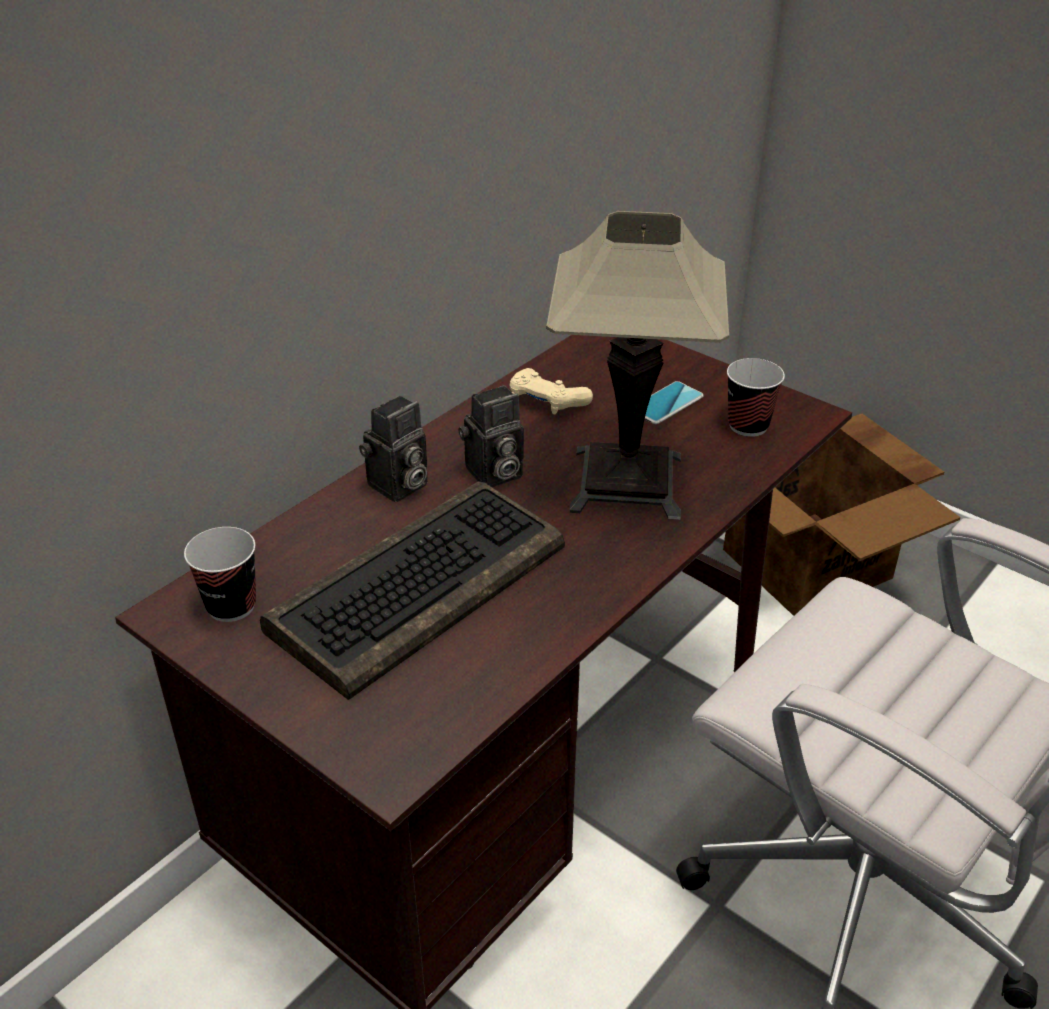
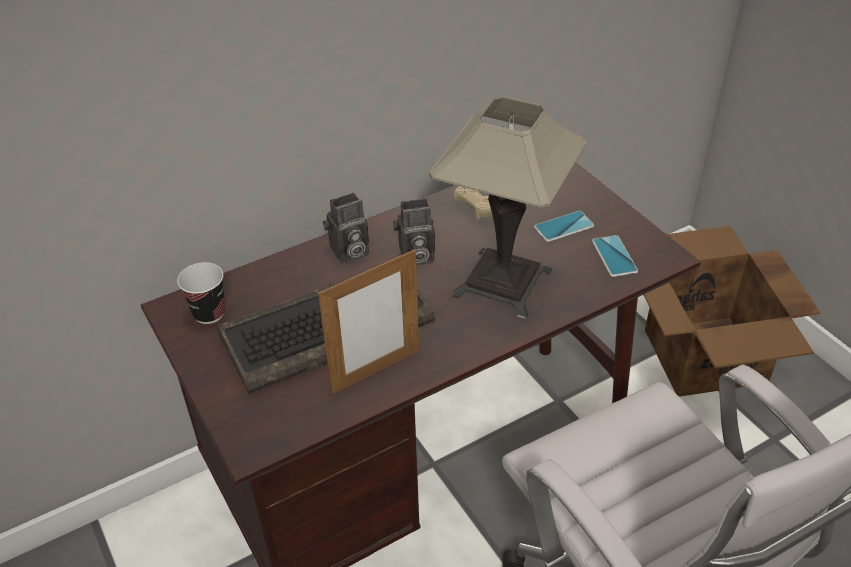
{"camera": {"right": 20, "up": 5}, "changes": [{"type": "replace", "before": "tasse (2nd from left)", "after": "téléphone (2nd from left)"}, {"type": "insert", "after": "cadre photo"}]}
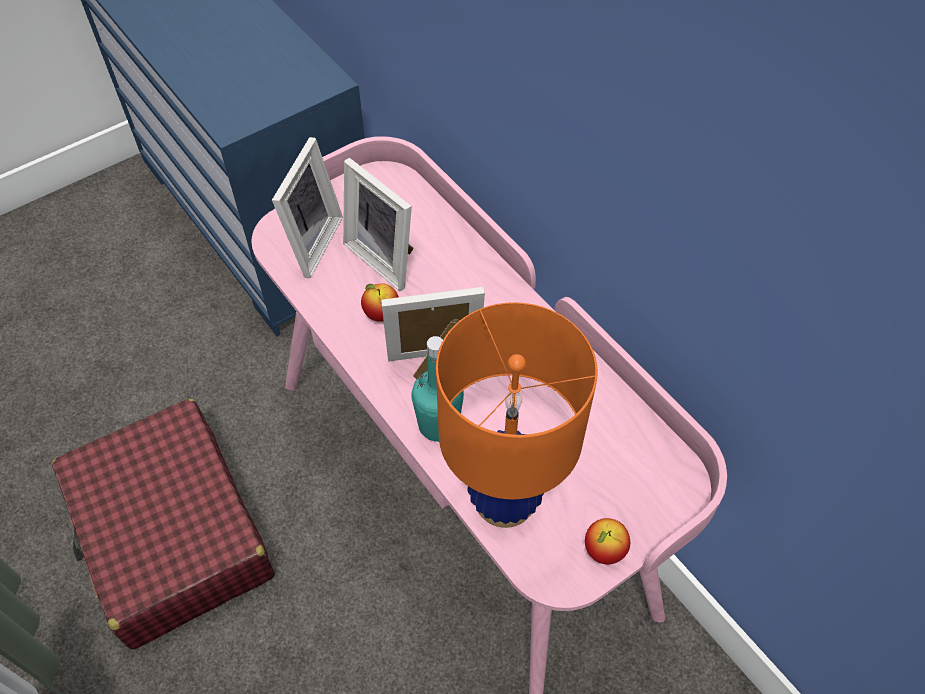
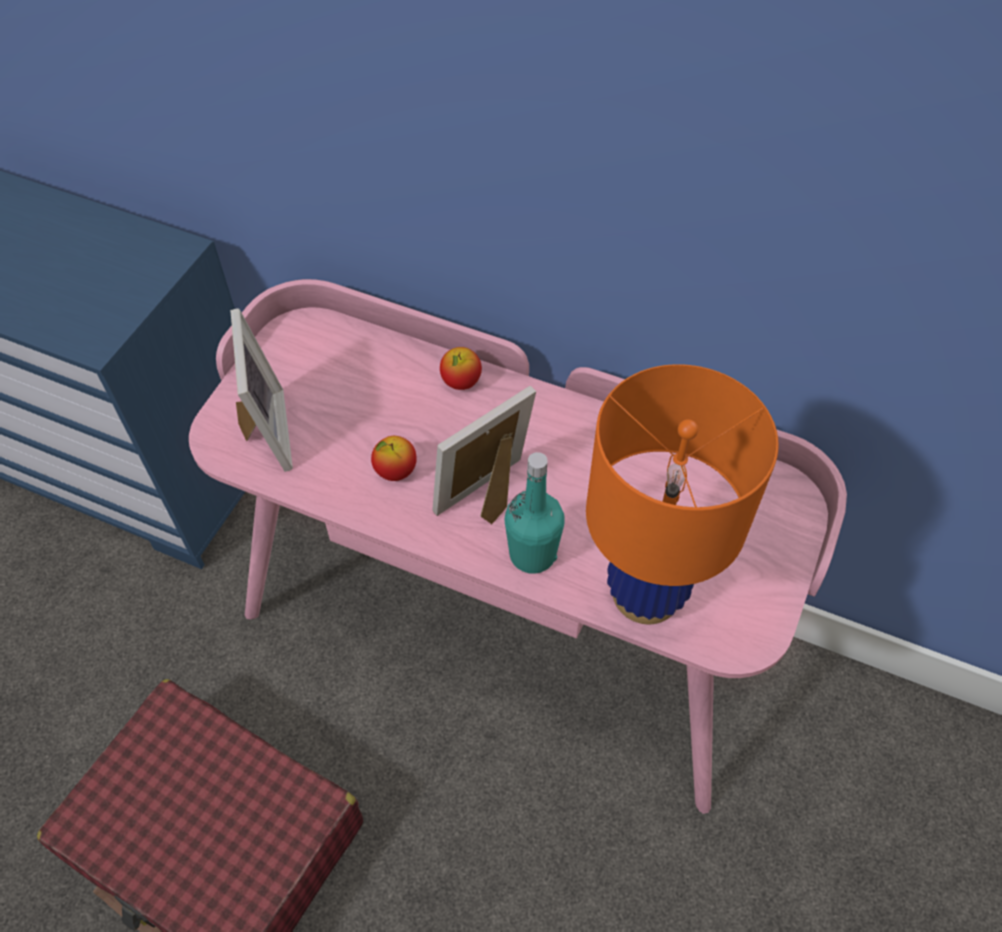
{"camera": {"right": -30, "up": 0}, "changes": [{"type": "delete", "before": "cadre photo (2nd from left)"}, {"type": "move", "before": "pomme (2nd from left)"}]}
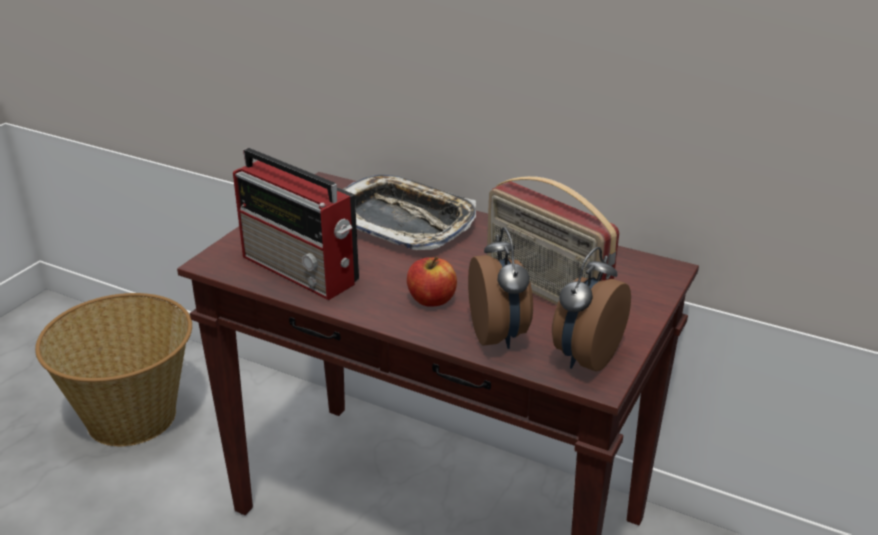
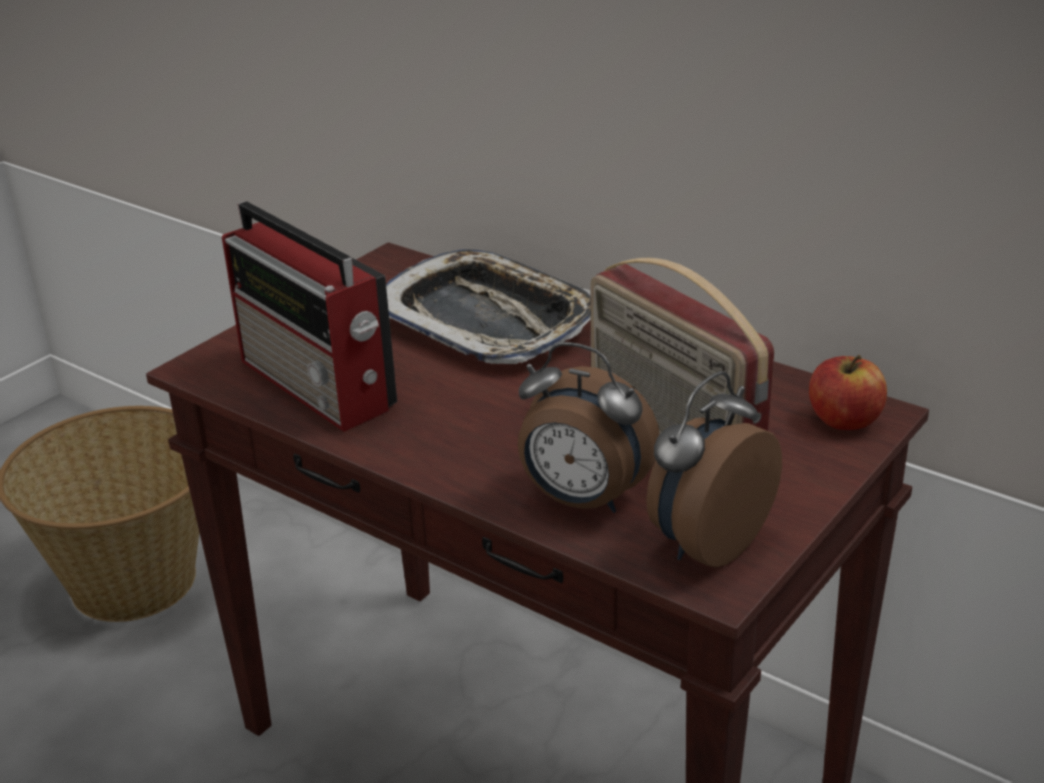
{"camera": {"right": 10, "up": 0}, "changes": [{"type": "move", "before": "pomme"}, {"type": "rotate", "before": "réveil (1st from left)", "turn": 120}]}
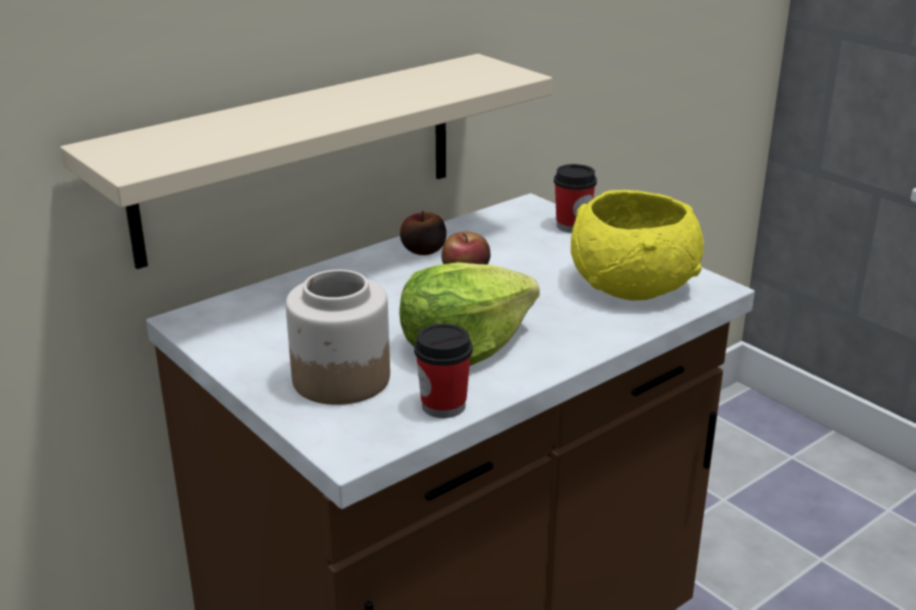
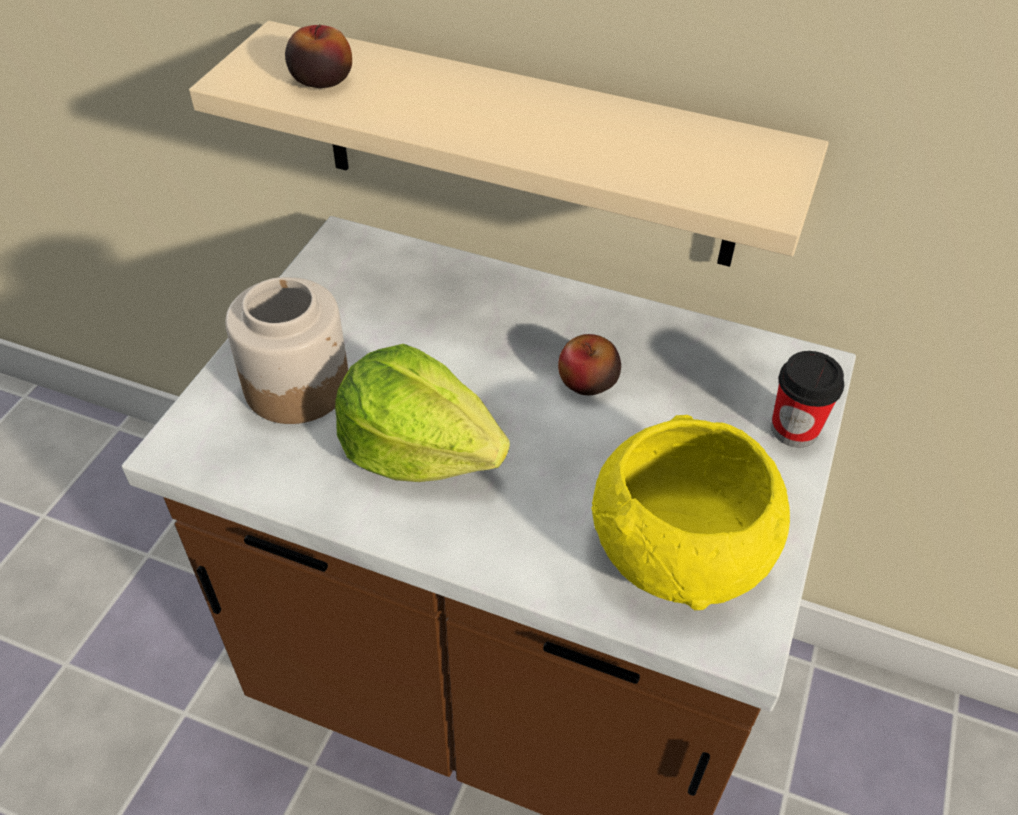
{"camera": {"right": 60, "up": 20}, "changes": [{"type": "move", "before": "pomme (1st from left)"}, {"type": "delete", "before": "tasse (1st from left)"}]}
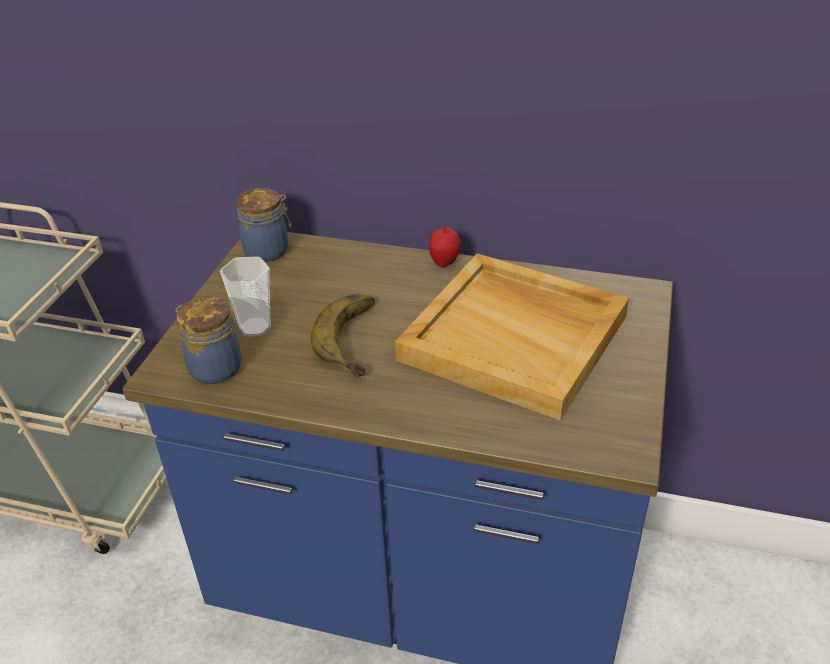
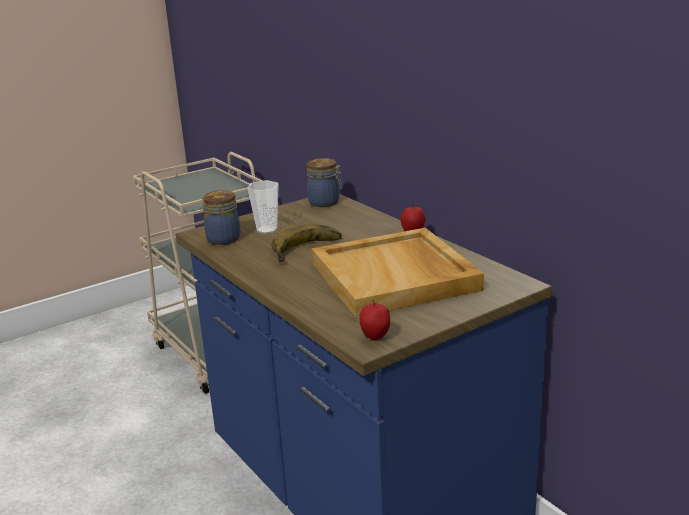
{"camera": {"right": 40, "up": -15}, "changes": [{"type": "insert", "after": "pomme (1st from left)"}]}
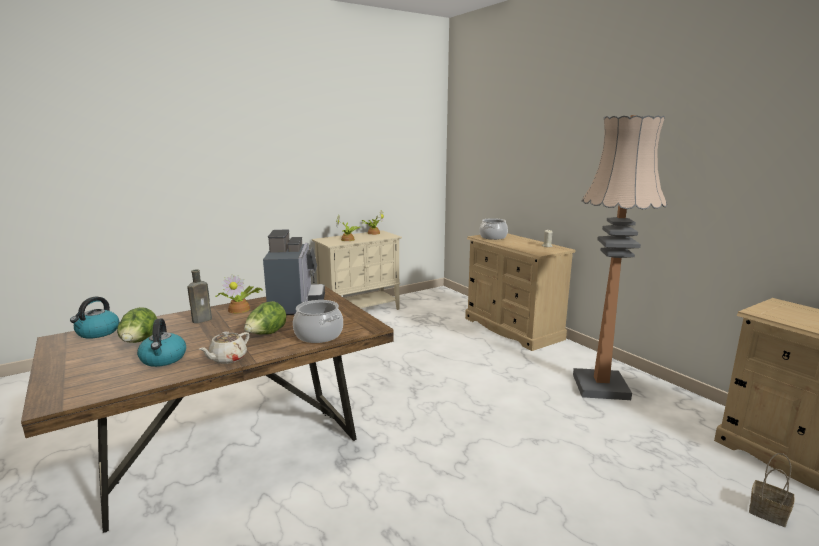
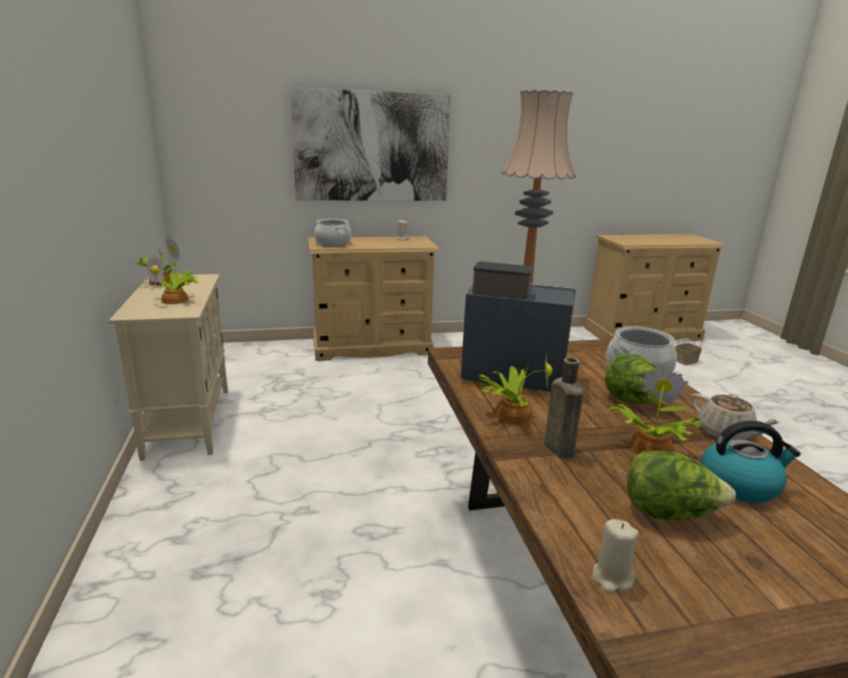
{"camera": {"right": -70, "up": 5}, "changes": [{"type": "replace", "before": "bouilloire (1st from left)", "after": "bougie/beige (2nd from left)"}, {"type": "insert", "after": "tableau"}, {"type": "insert", "after": "plante en pot (4th from left)"}]}
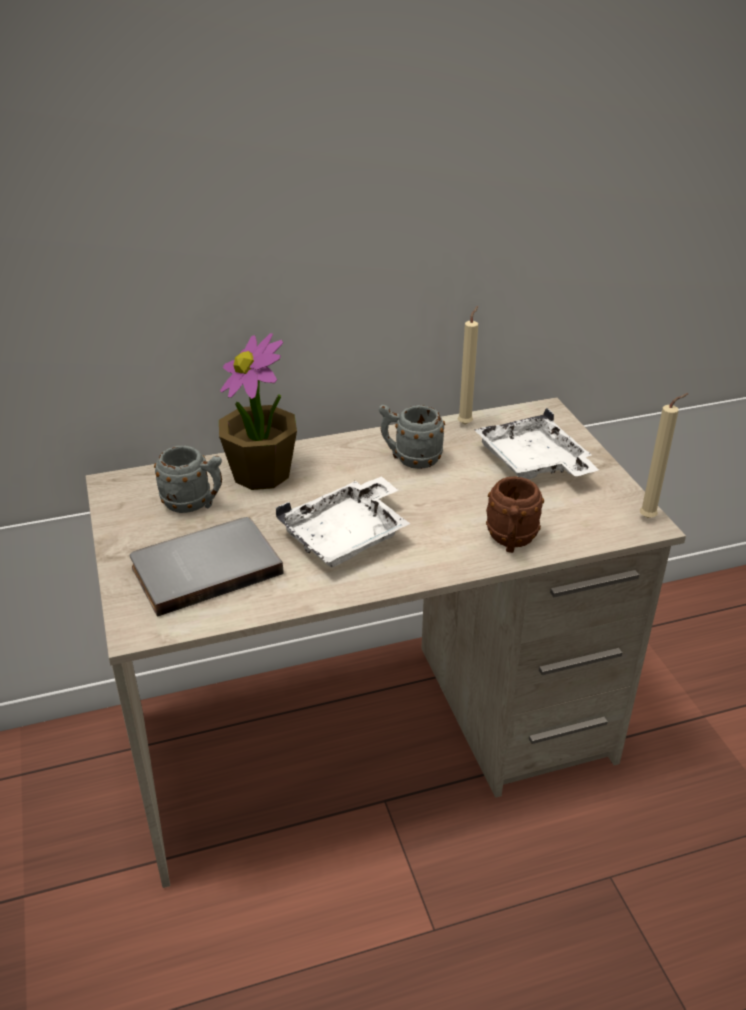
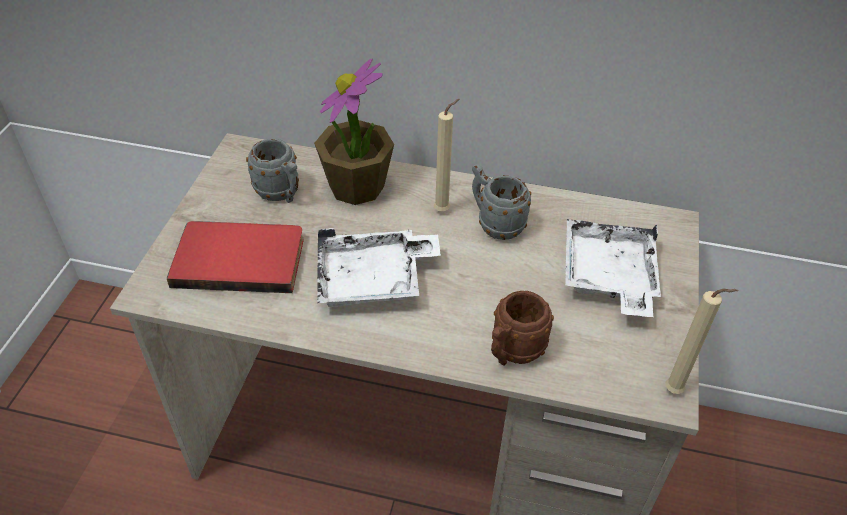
{"camera": {"right": 30, "up": 10}, "changes": [{"type": "recolor", "before": "livre/gris", "after": "livre/rouge"}, {"type": "move", "before": "bougie/beige (1st from left)"}]}
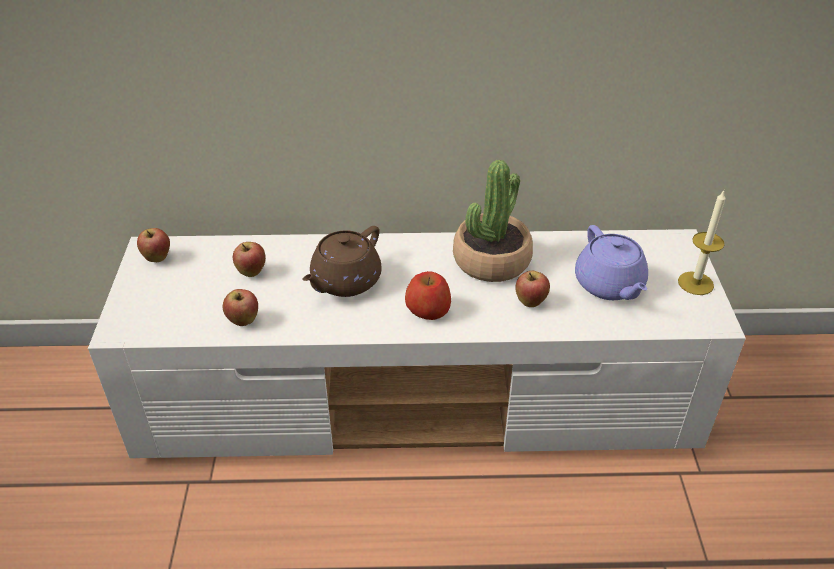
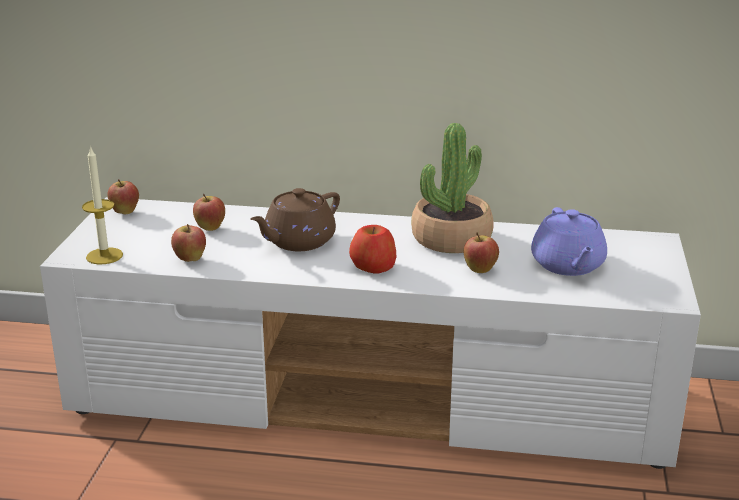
{"camera": {"right": 10, "up": -15}, "changes": [{"type": "move", "before": "bougie"}]}
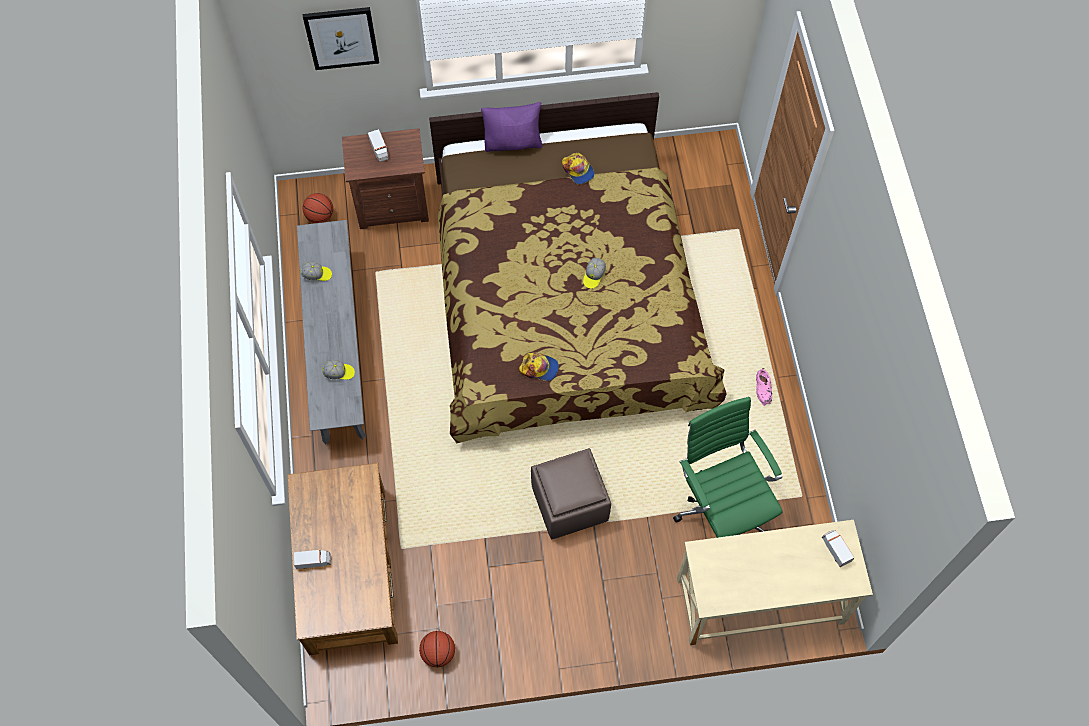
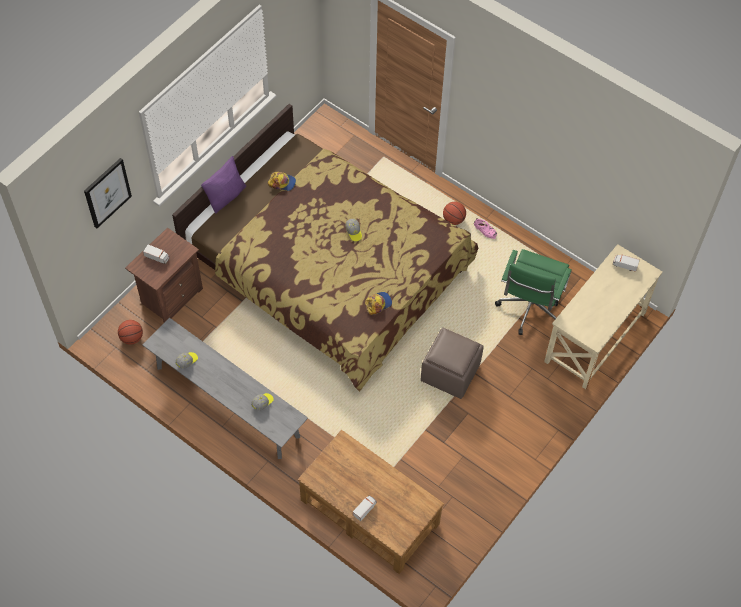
{"camera": {"right": -45, "up": -5}, "changes": [{"type": "move", "before": "ballon de basket (2nd from left)"}, {"type": "rotate", "before": "chaise de bureau/vert", "turn": -90}]}
